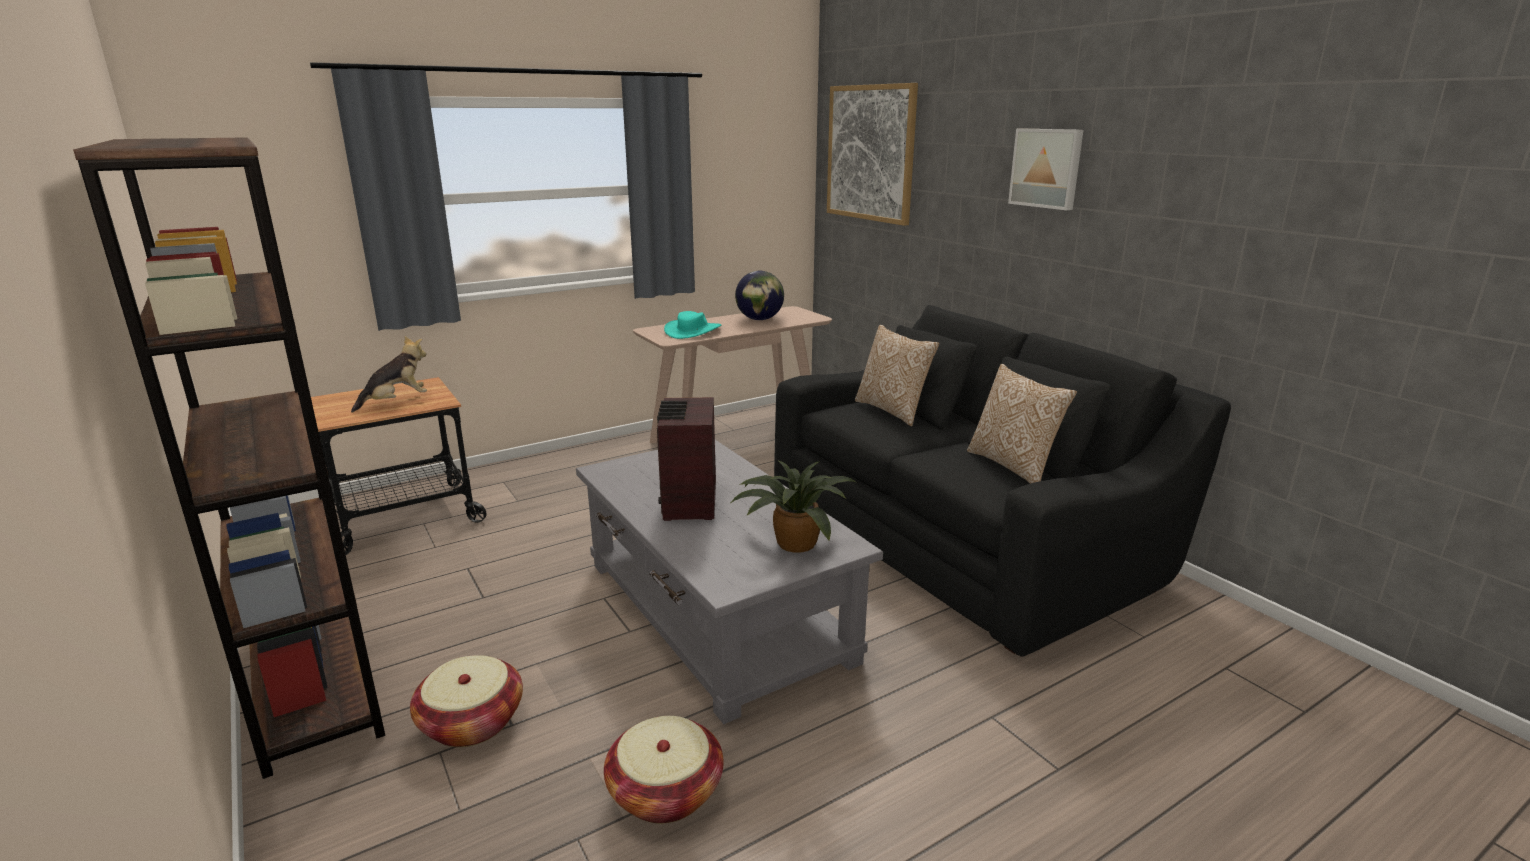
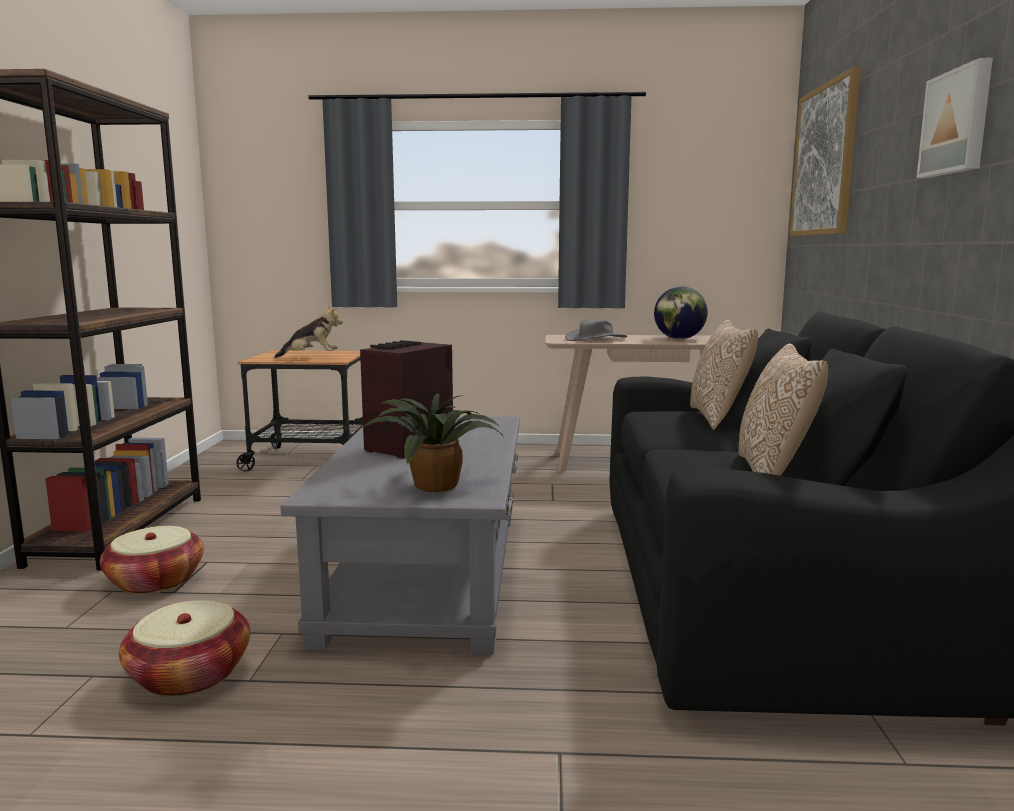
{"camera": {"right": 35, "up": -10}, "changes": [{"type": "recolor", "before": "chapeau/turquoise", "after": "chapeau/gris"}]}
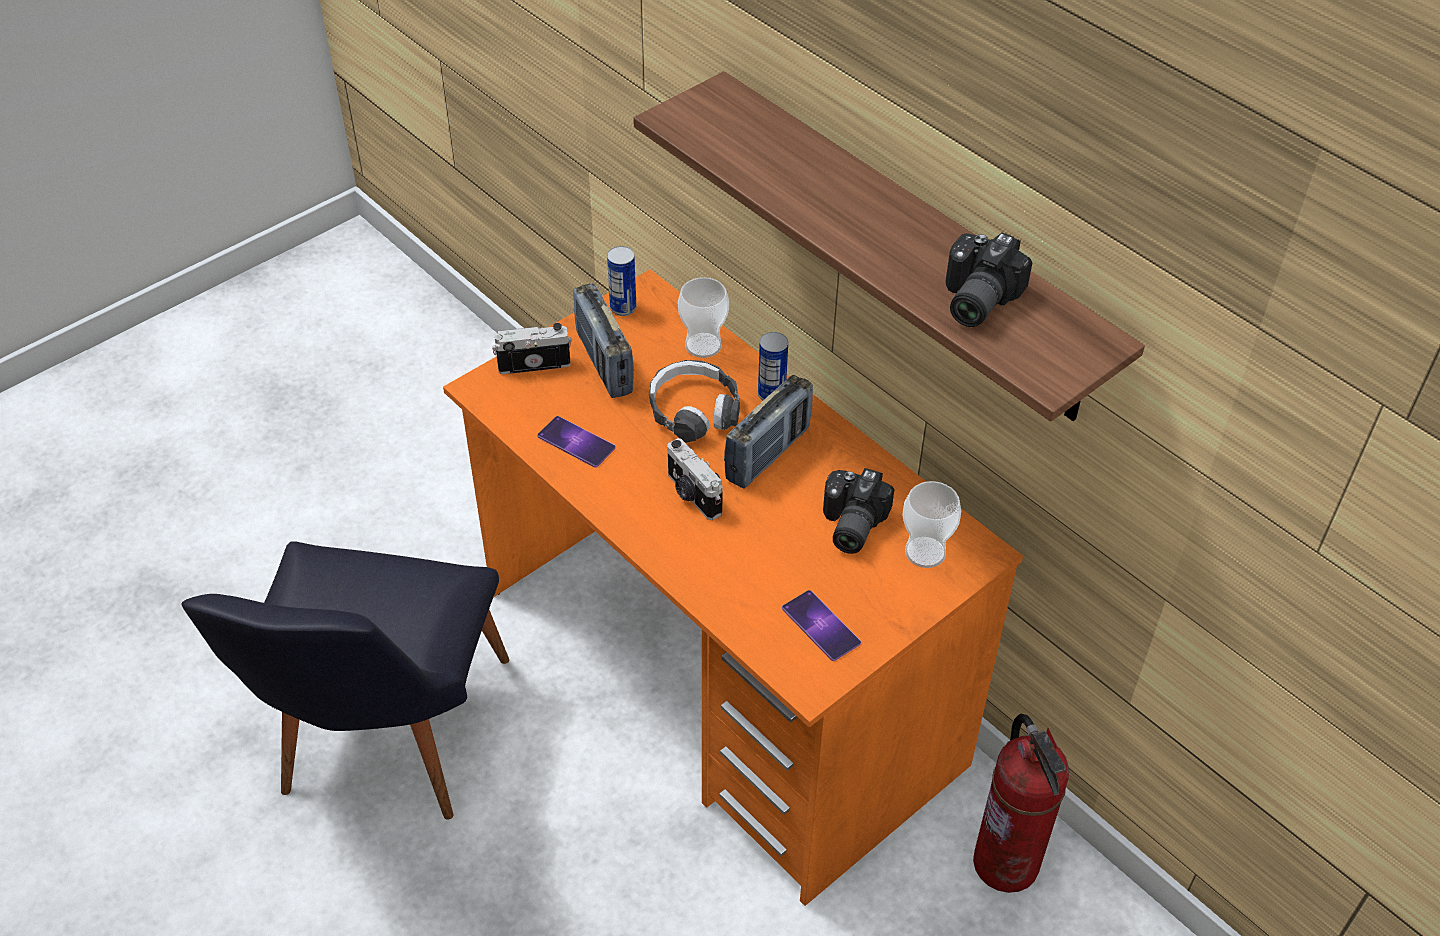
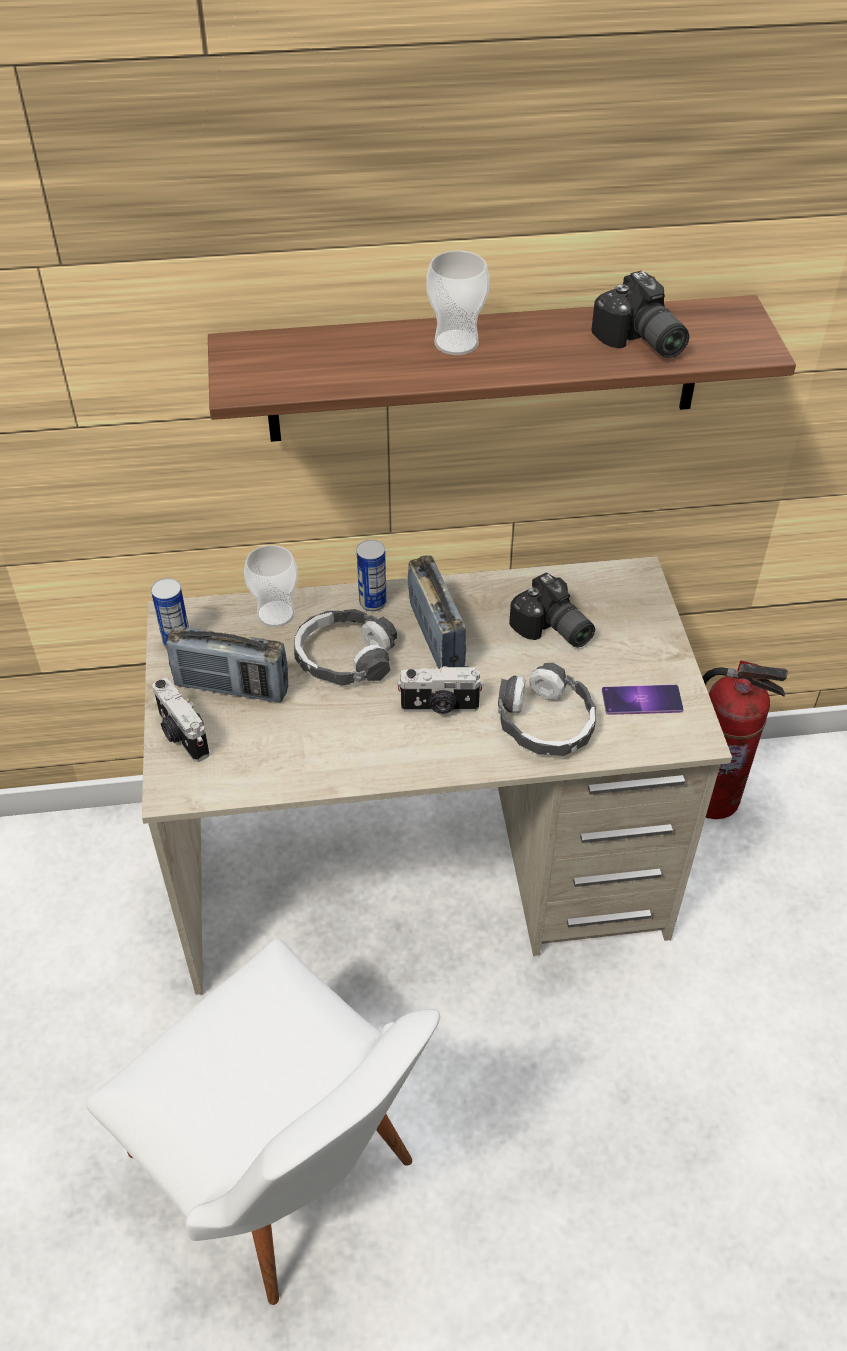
{"camera": {"right": -55, "up": 0}, "changes": [{"type": "recolor", "before": "chaise/noir", "after": "chaise/blanc"}, {"type": "recolor", "before": "bureau/orange", "after": "bureau/beige"}, {"type": "rotate", "before": "appareil photo (1st from left)", "turn": -60}, {"type": "delete", "before": "téléphone (1st from left)"}, {"type": "move", "before": "tasse (2nd from left)"}, {"type": "insert", "after": "casque audio (2nd from left)"}]}
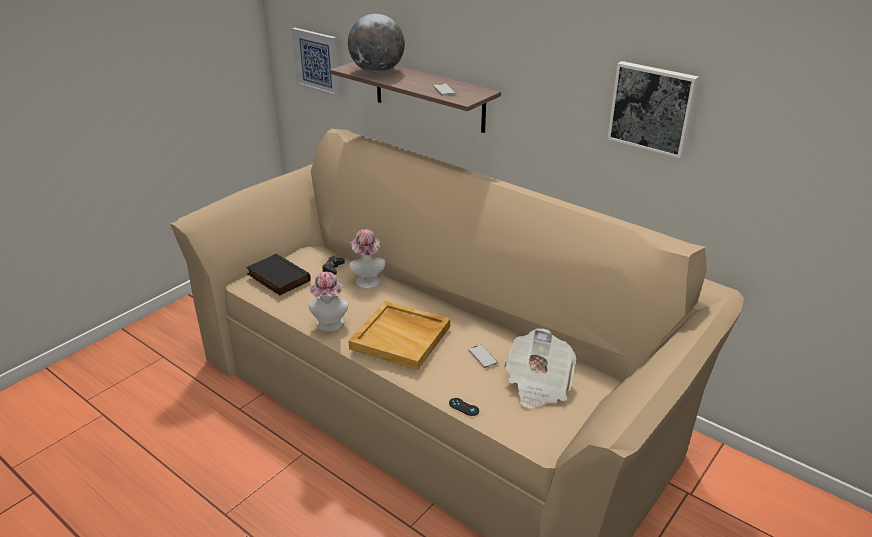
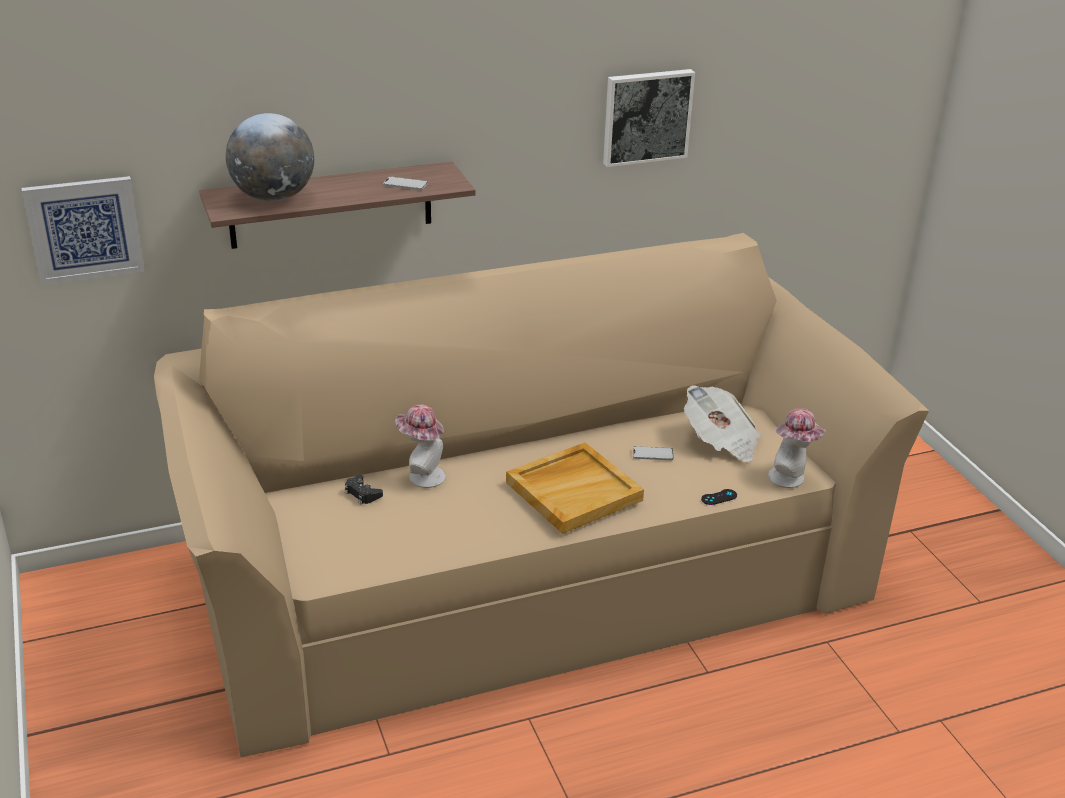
{"camera": {"right": -60, "up": 0}, "changes": [{"type": "delete", "before": "livre/noir"}, {"type": "move", "before": "chapeau (1st from left in the first image)", "after": "chapeau (2nd from left)"}]}
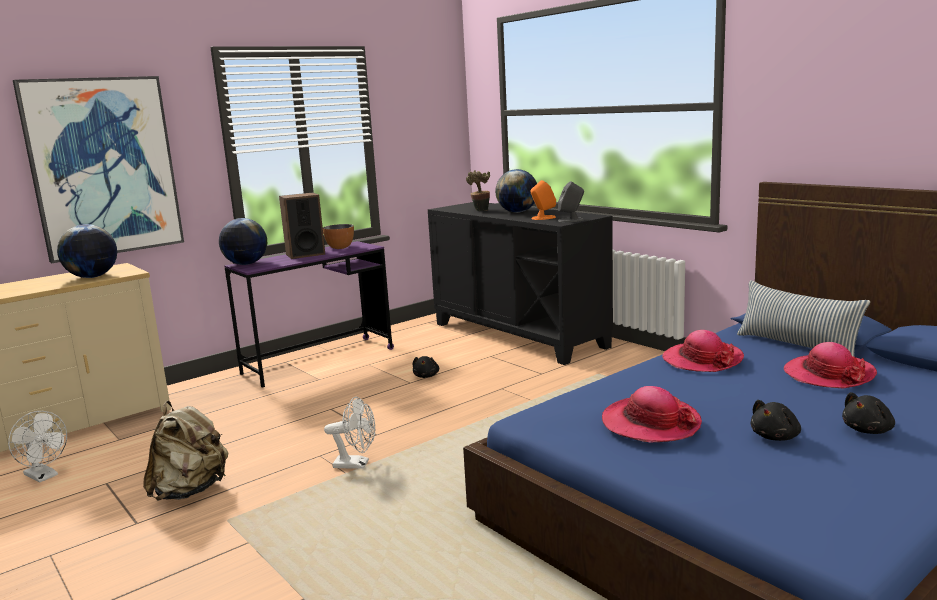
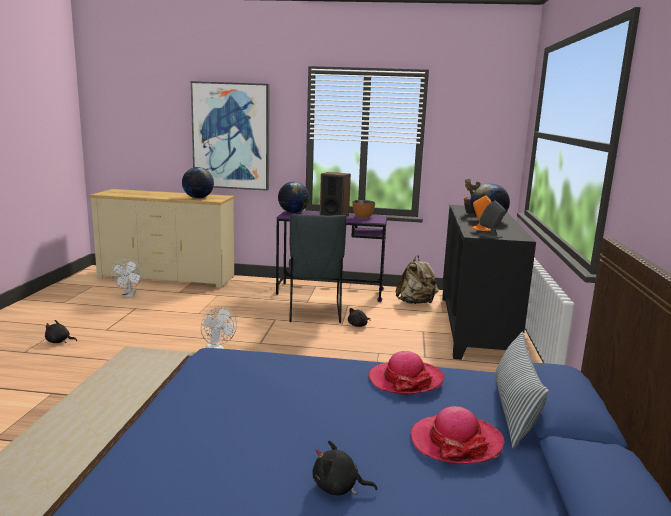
{"camera": {"right": 45, "up": 0}, "changes": [{"type": "move", "before": "sac à dos/beige"}, {"type": "delete", "before": "chapeau (1st from left)"}, {"type": "move", "before": "peluche/noir (2nd from left in the first image)", "after": "peluche/noir (1st from left)"}, {"type": "insert", "after": "chaise/gris"}]}
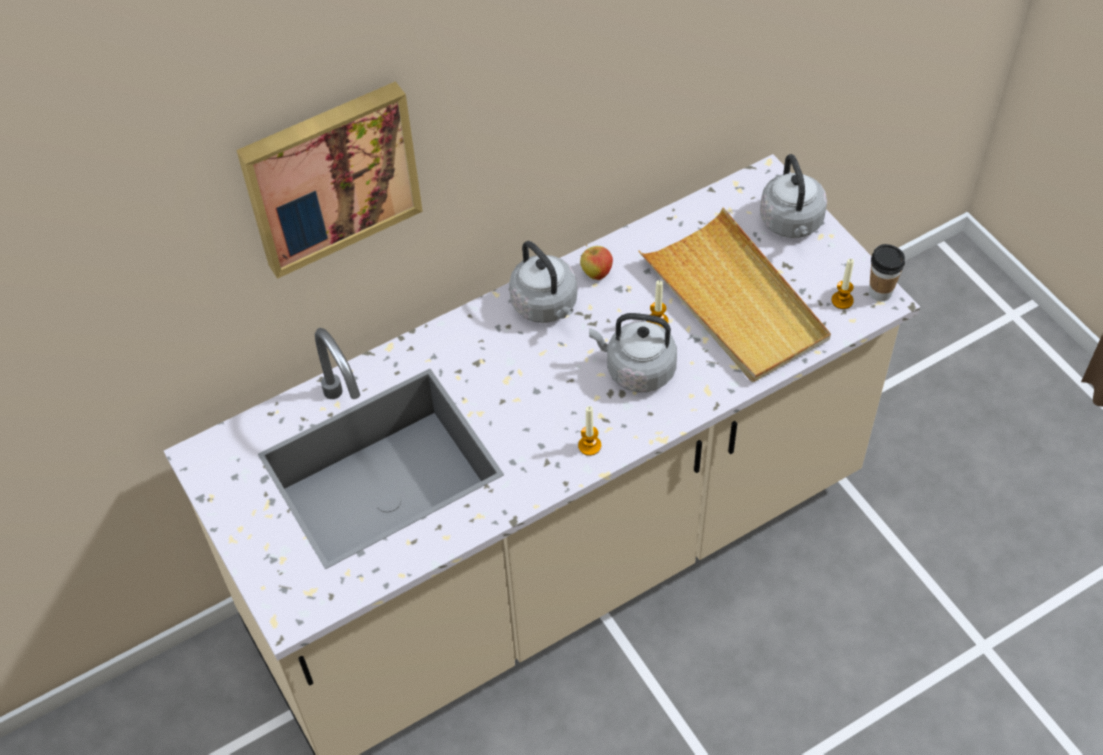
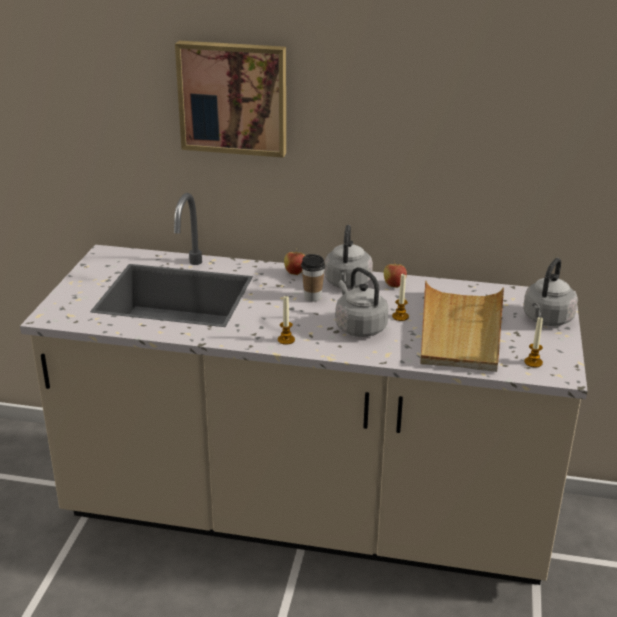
{"camera": {"right": 40, "up": -25}, "changes": [{"type": "move", "before": "tasse"}, {"type": "insert", "after": "pomme (1st from left)"}]}
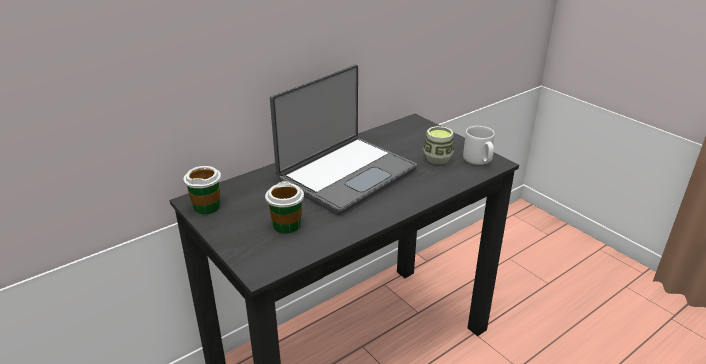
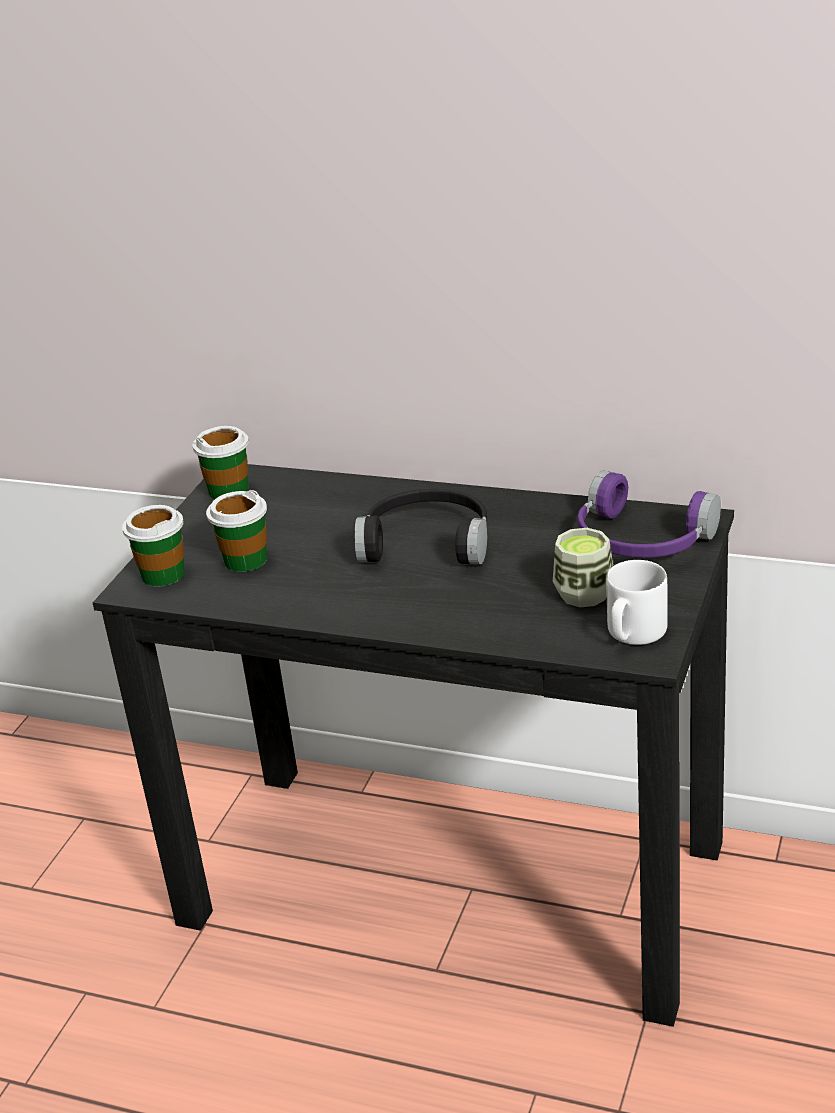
{"camera": {"right": 60, "up": 0}, "changes": [{"type": "replace", "before": "ordinateur portable", "after": "casque audio/noir"}, {"type": "insert", "after": "tasse (1st from left)"}, {"type": "insert", "after": "casque audio/violet"}]}
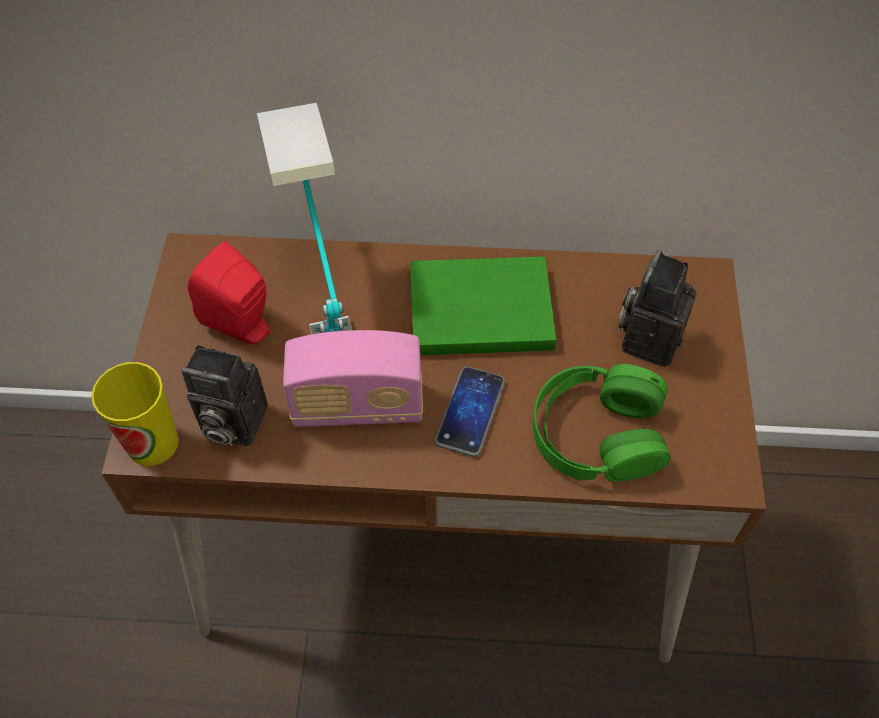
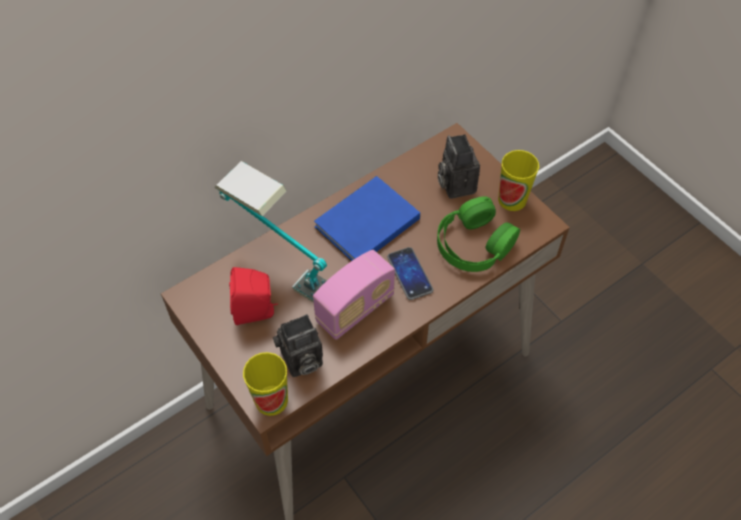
{"camera": {"right": -40, "up": 0}, "changes": [{"type": "recolor", "before": "livre/vert", "after": "livre/bleu"}, {"type": "insert", "after": "tasse (2nd from left)"}]}
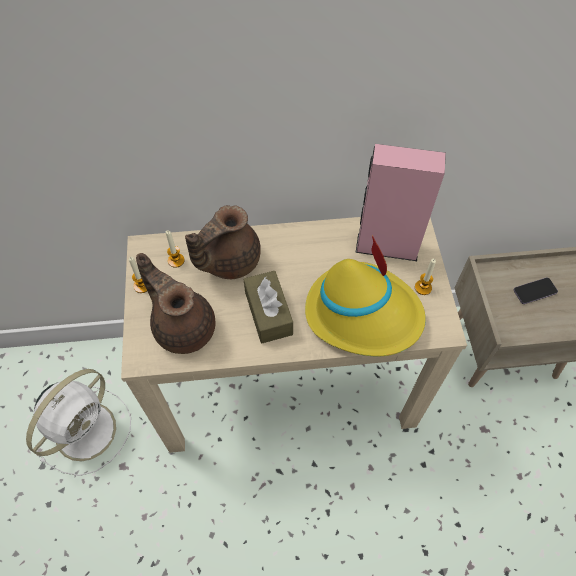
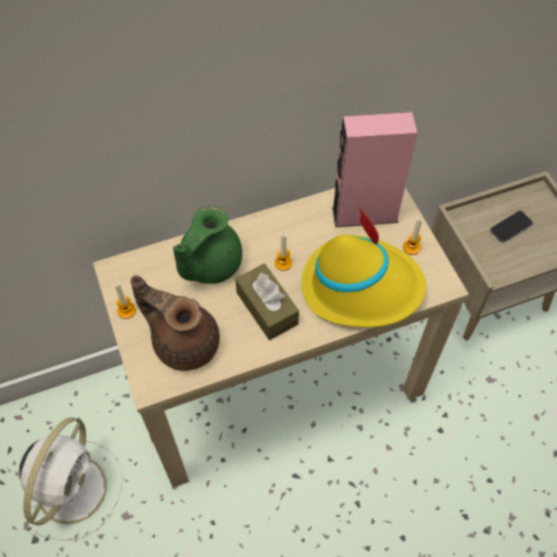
{"camera": {"right": -15, "up": 0}, "changes": [{"type": "move", "before": "bougie (2nd from left)"}, {"type": "recolor", "before": "théière/marron (2nd from left)", "after": "théière/vert"}]}
